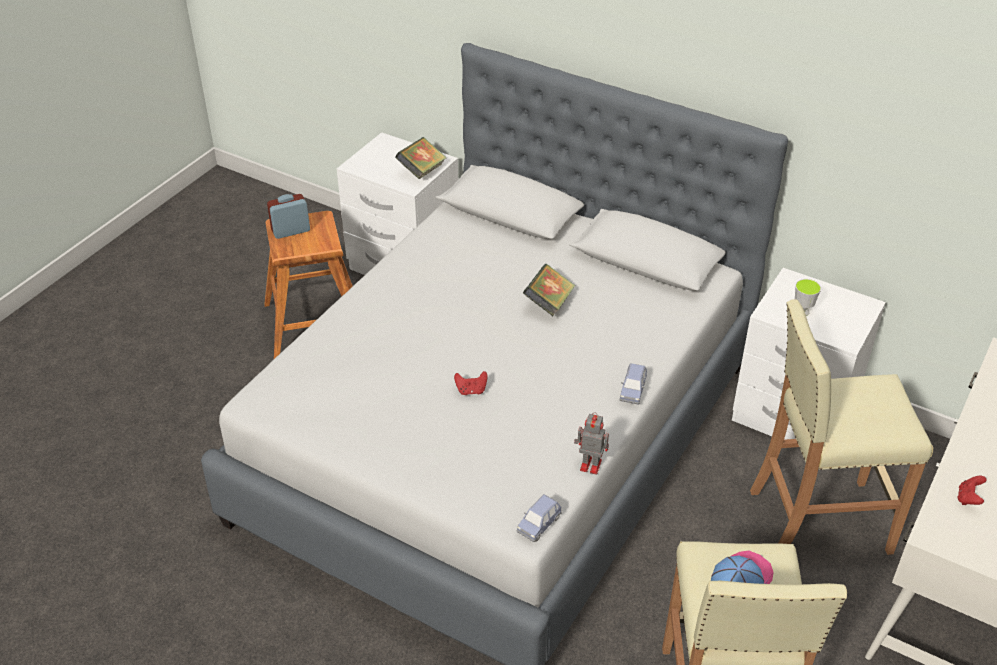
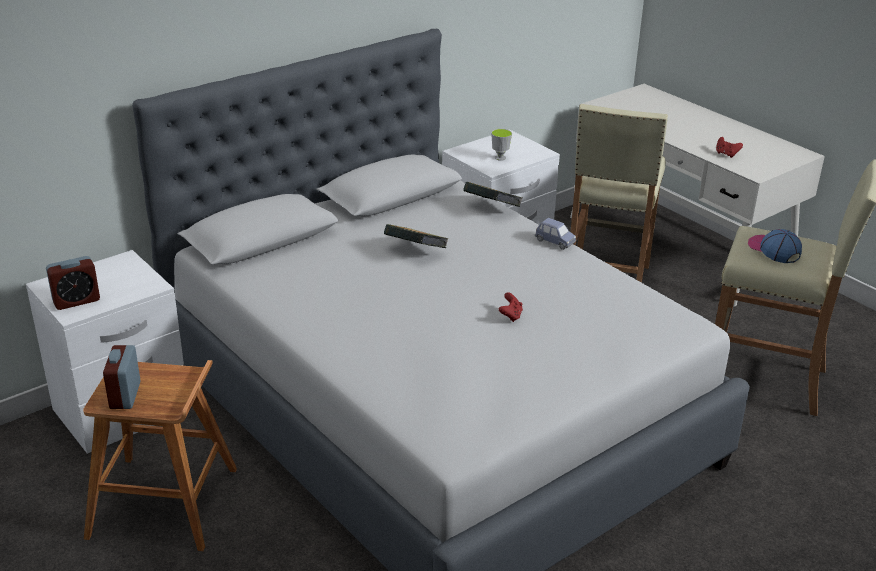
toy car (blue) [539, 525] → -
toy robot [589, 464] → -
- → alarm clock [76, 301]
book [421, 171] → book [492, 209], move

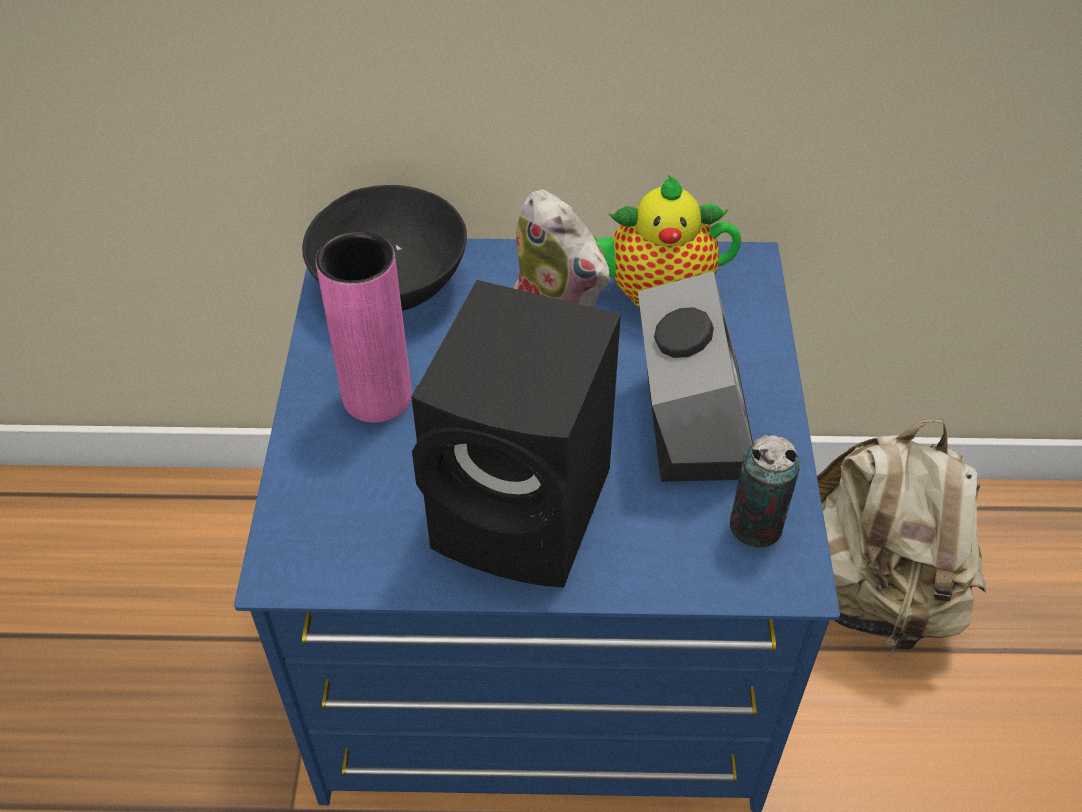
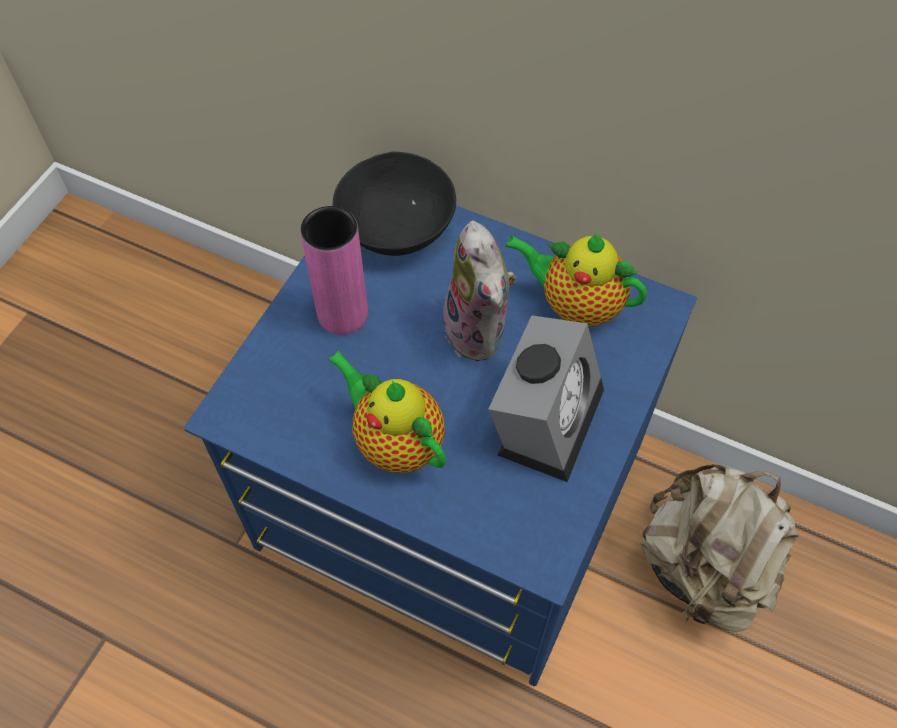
can [755, 526] → -
speaker (black) [528, 513] → teapot [395, 441]

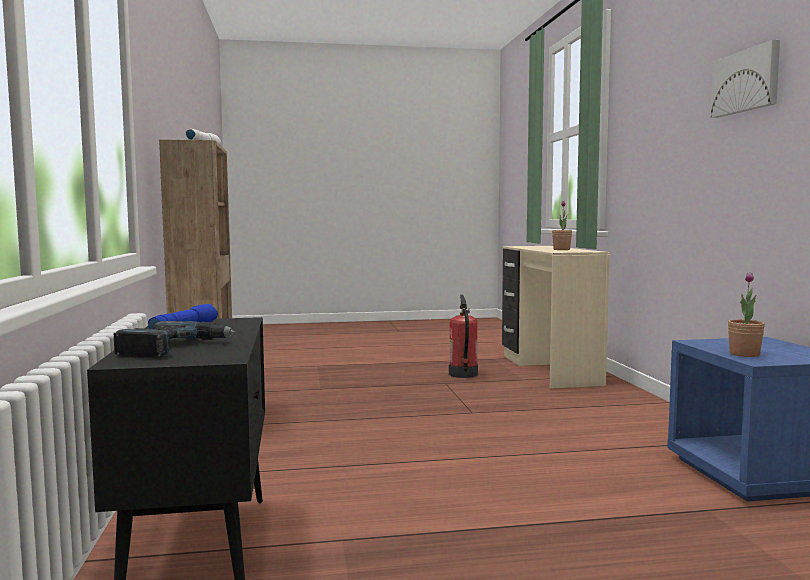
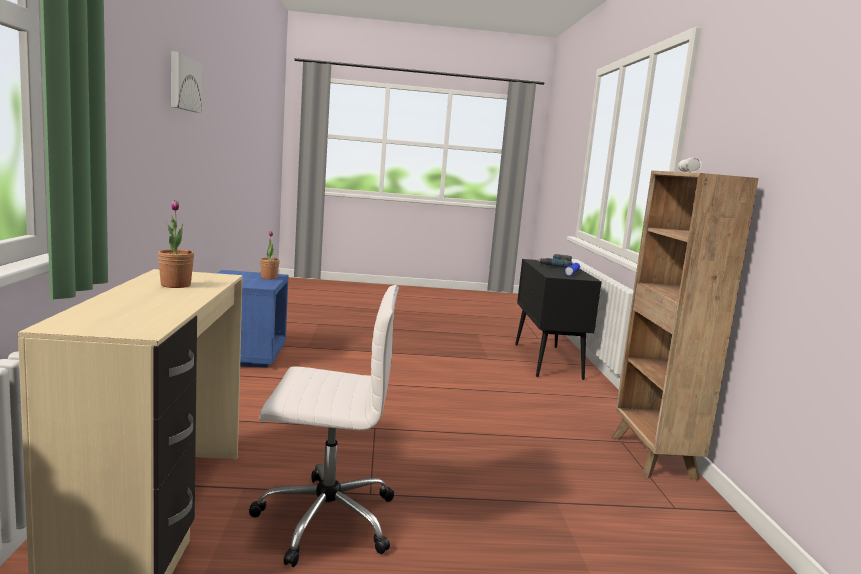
fire extinguisher [463, 374] → office chair (white) [324, 519]

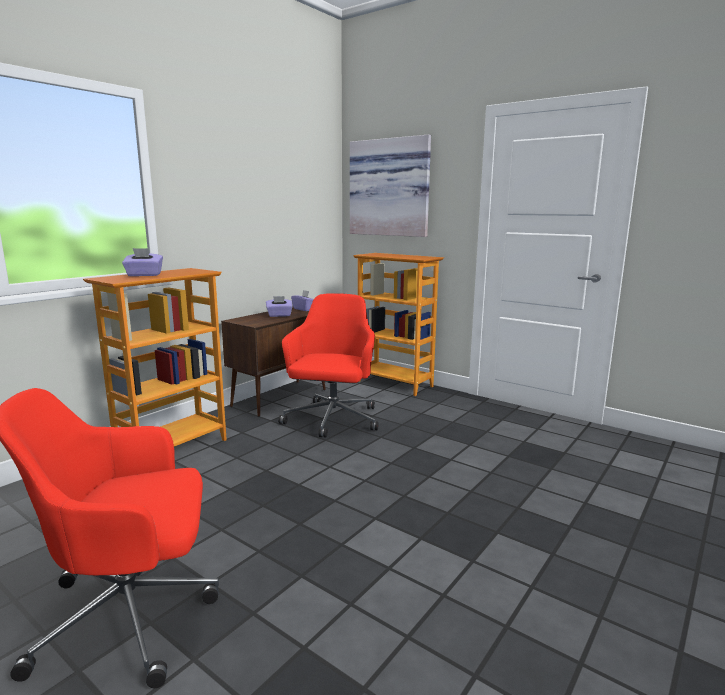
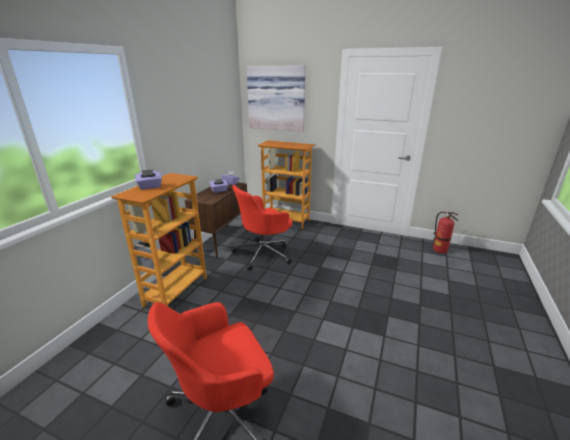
- → fire extinguisher [440, 250]
office chair (red) [332, 420] → office chair (red) [263, 253], 120 degrees counterclockwise

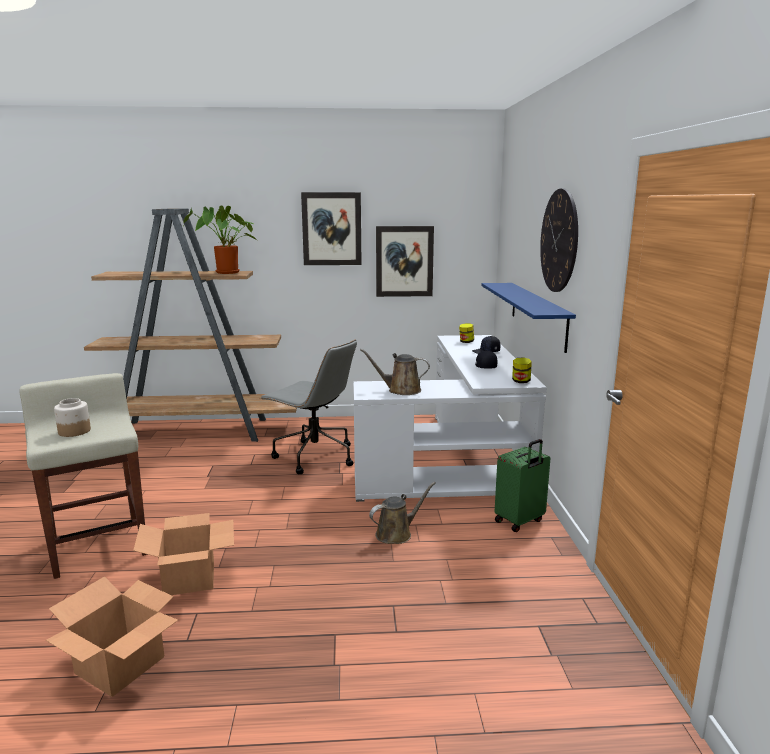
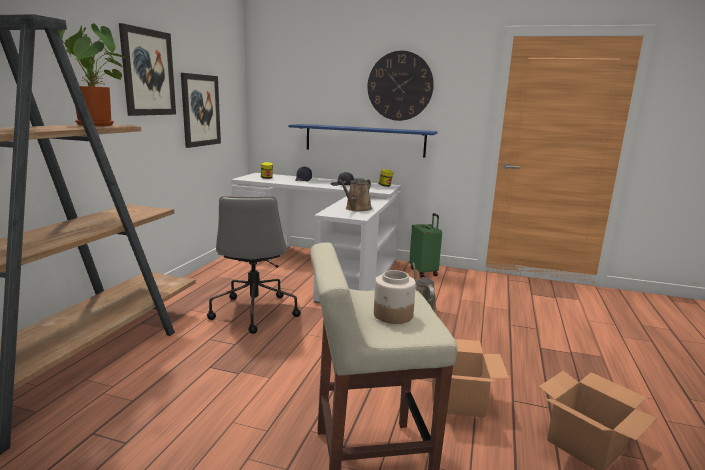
office chair (grey) [314, 456] → office chair (grey) [254, 311], 120 degrees clockwise

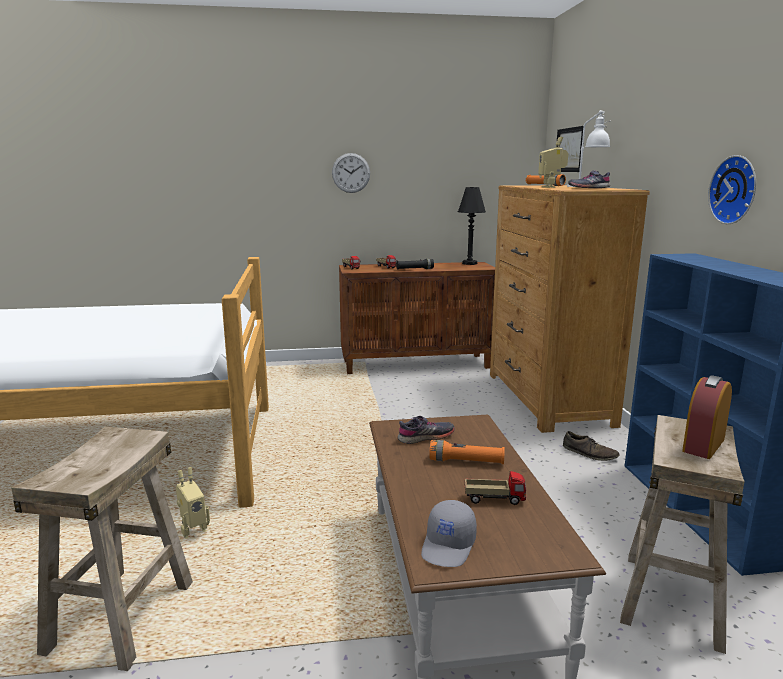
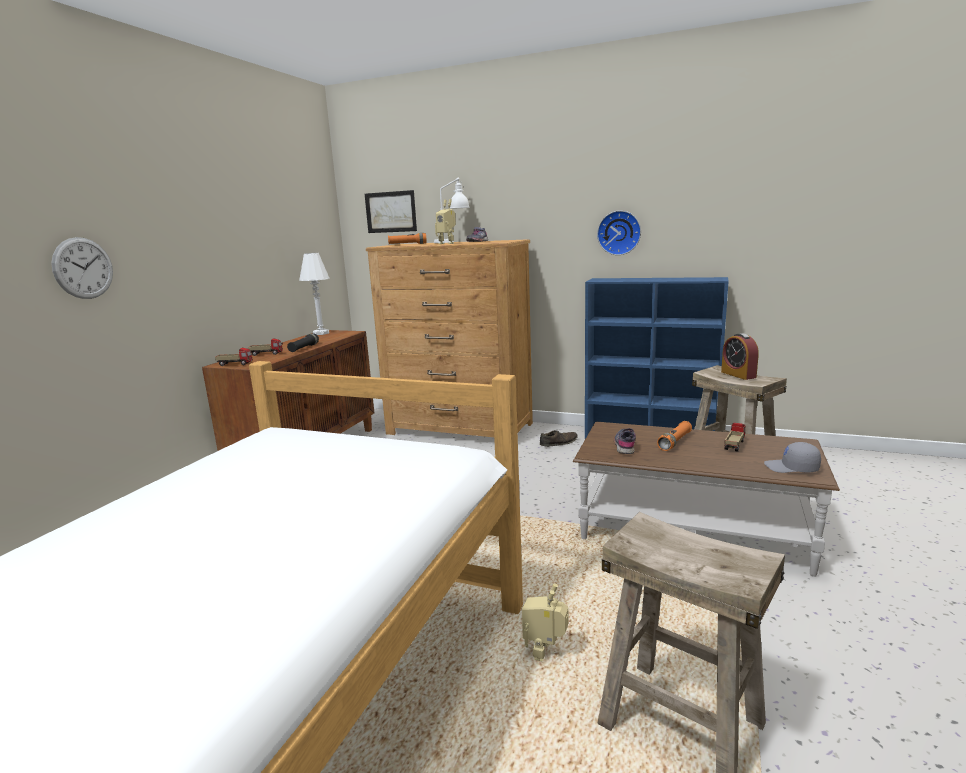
wall clock [351, 173] → wall clock [83, 268], move
table lamp (black) [469, 263] → table lamp (white) [321, 333]
toy robot [193, 533] → toy robot [546, 654], 150 degrees counterclockwise
cap (grey) [449, 546] → cap (grey) [791, 468], 150 degrees clockwise

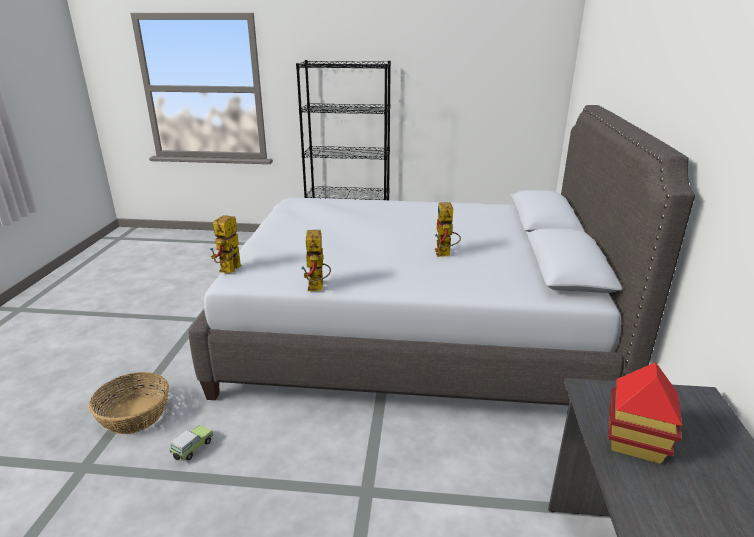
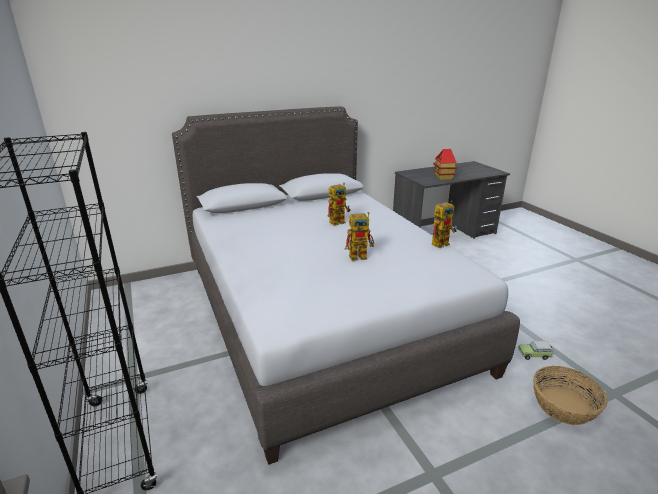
toy robot [229, 271] → toy robot [361, 256], move

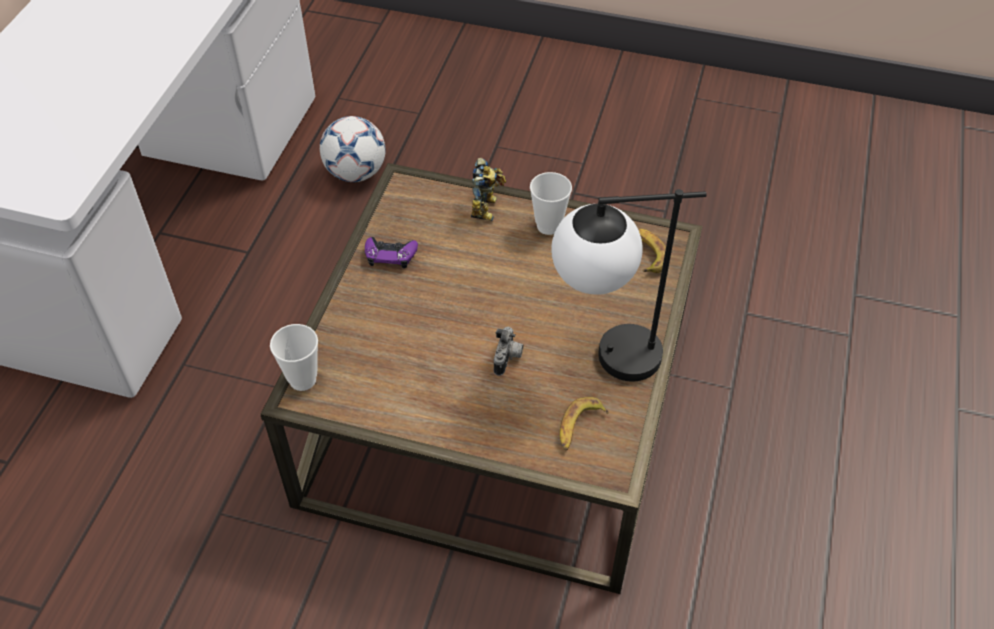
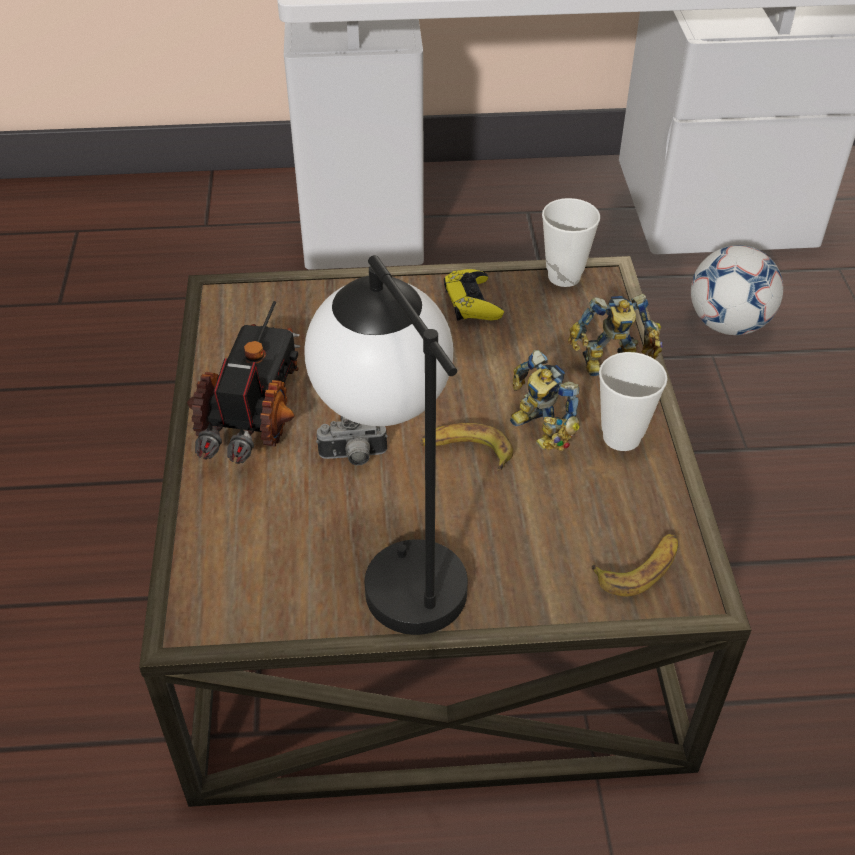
- → toy truck [254, 411]
- → toy robot [536, 432]
cup [302, 380] → cup [564, 276], move
banana [579, 427] → banana [466, 452], move
game controller (purple) [390, 255] → game controller (yellow) [472, 302]

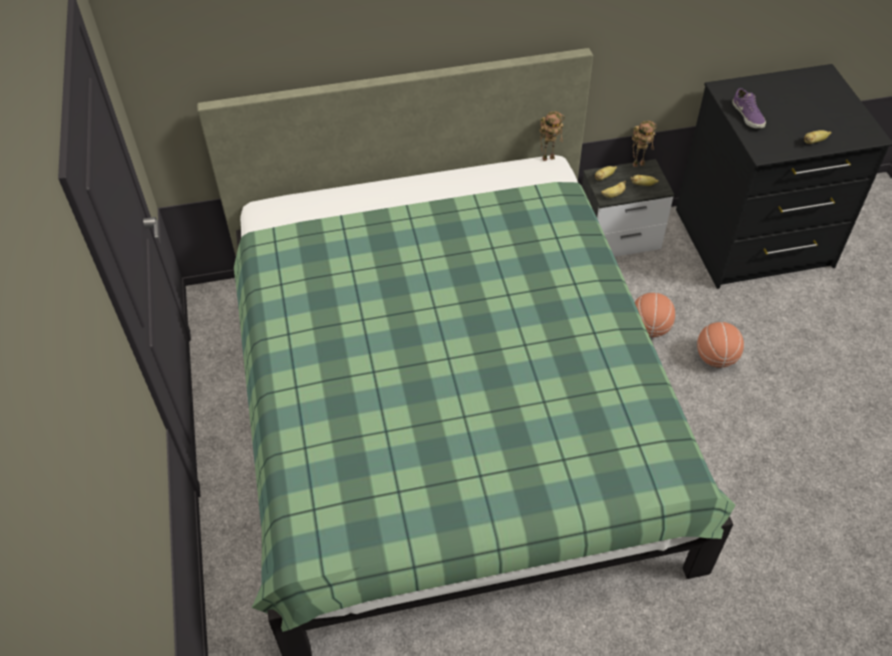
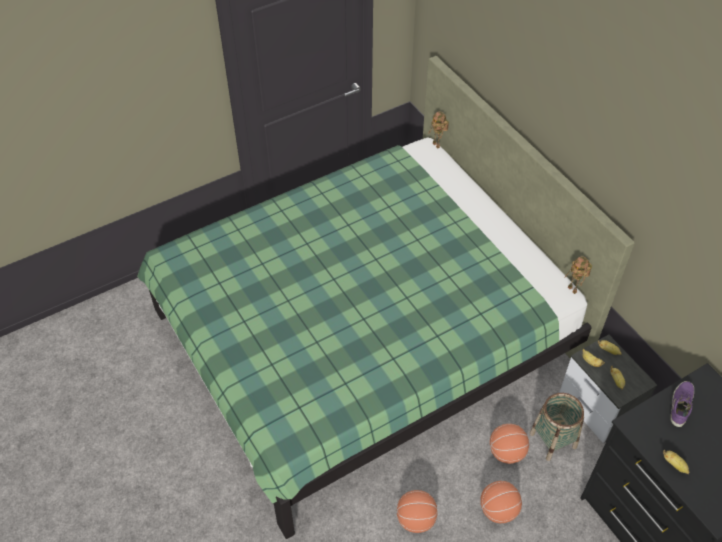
- → basketball [416, 519]
- → basket [553, 440]
toy robot [639, 163] → toy robot [437, 145], move
shoe (purple) [748, 115] → shoe (purple) [680, 405], 150 degrees clockwise

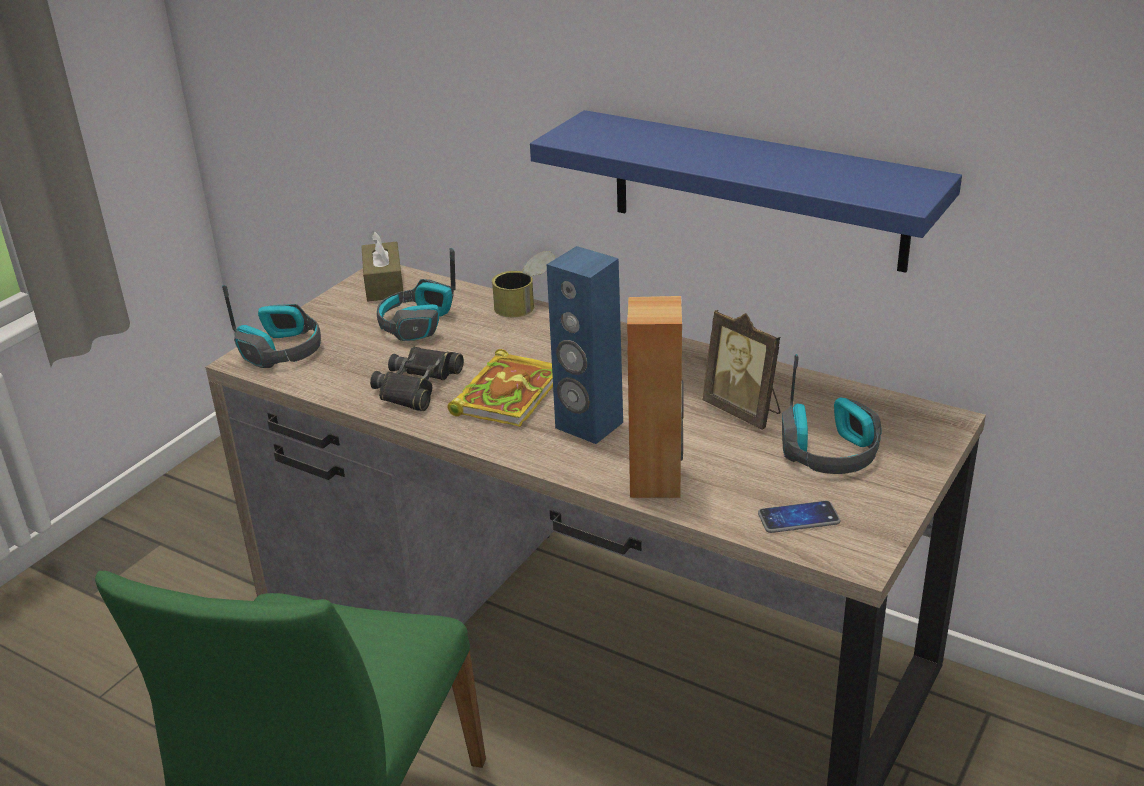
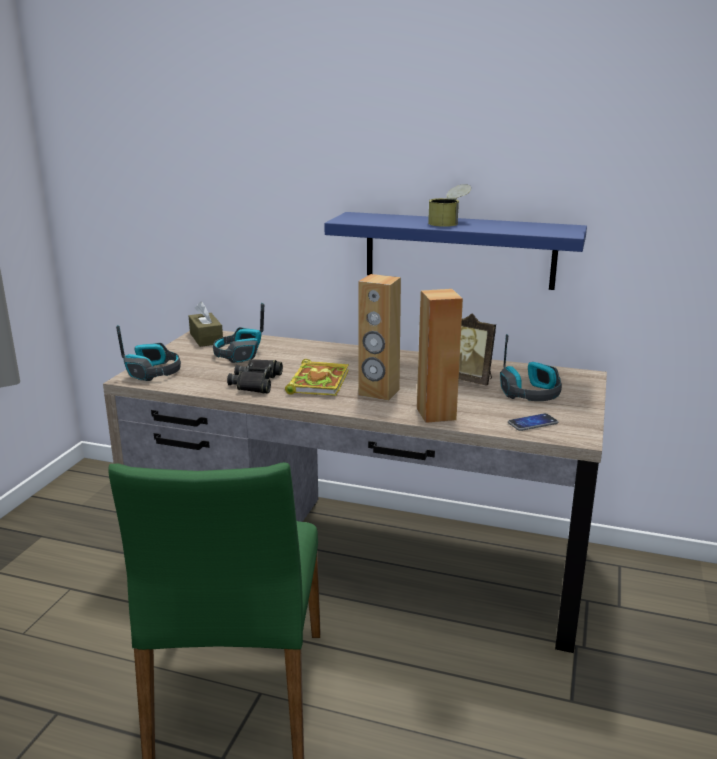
can [525, 304] → can [449, 222], move
speaker (blue) [588, 425] → speaker (brown) [378, 392]

